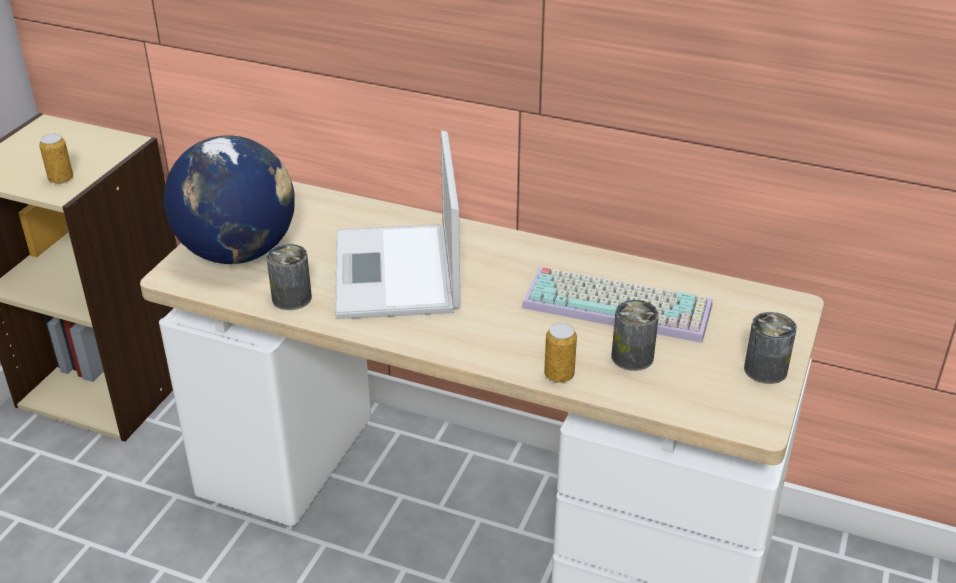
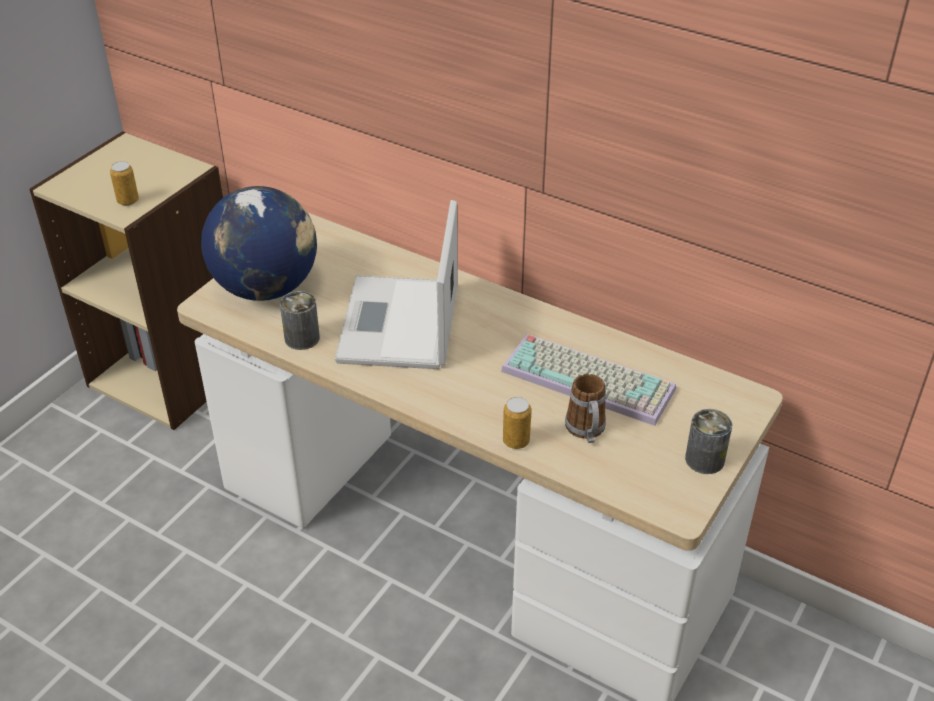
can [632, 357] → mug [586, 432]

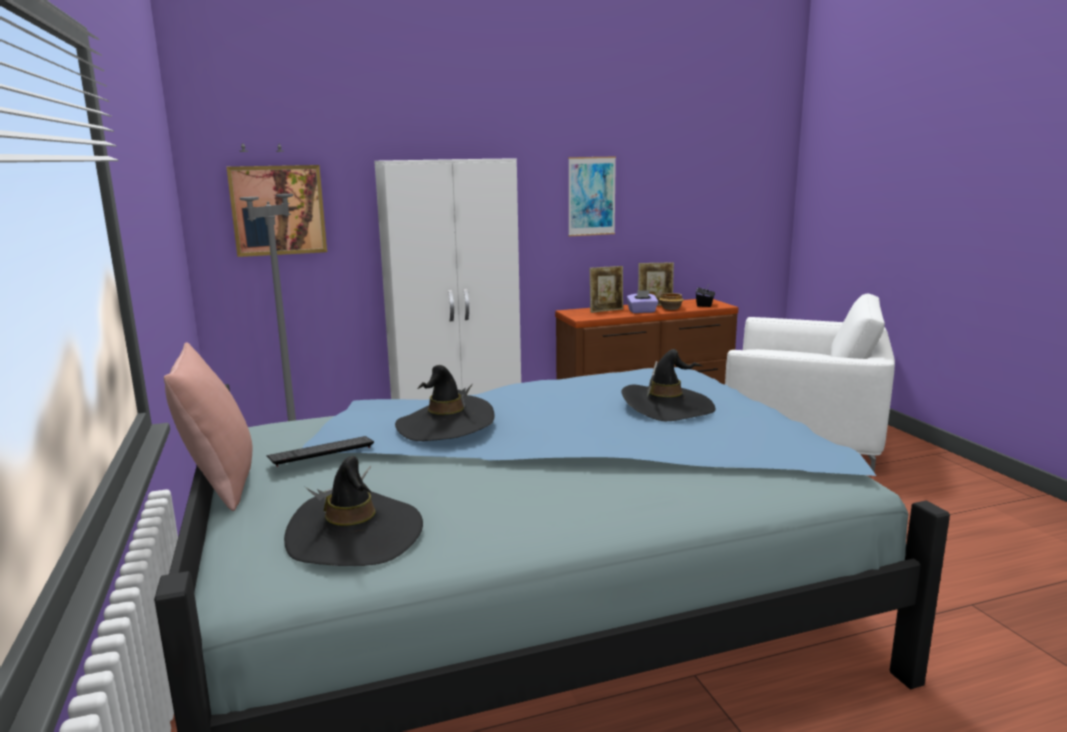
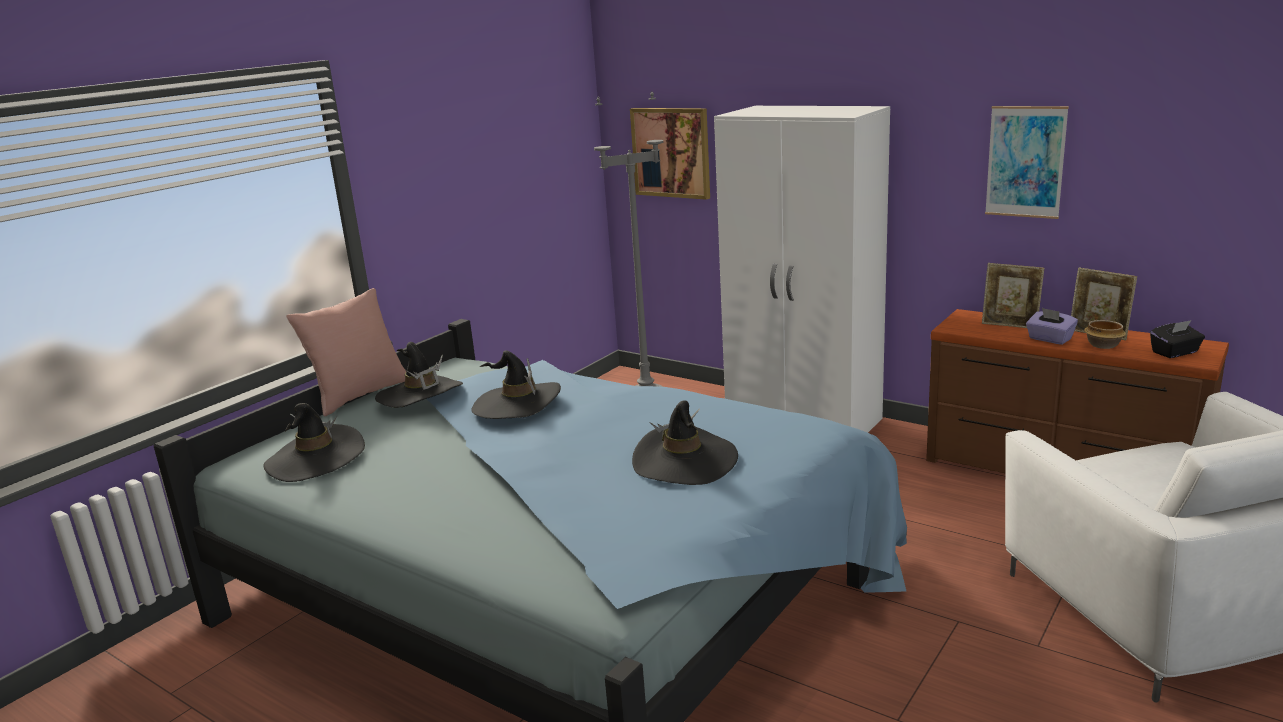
keyboard [321, 452] → hat (black) [420, 395]

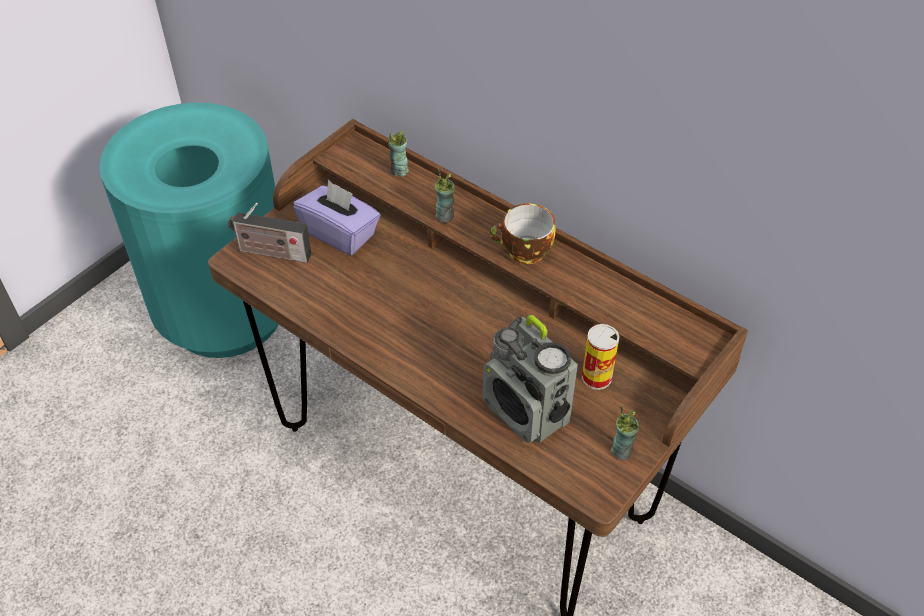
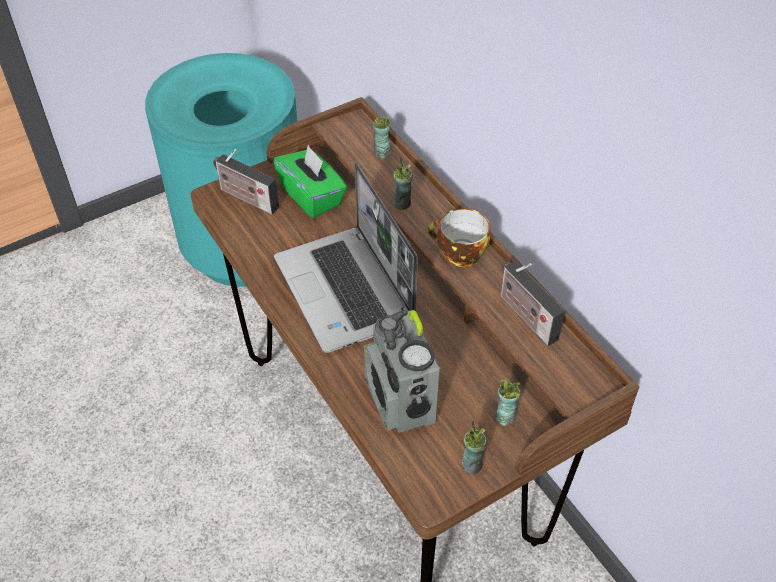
can [596, 377] → -
- → laptop [346, 291]
- → cup [505, 416]
- → radio [525, 315]
tissue box (purple) [340, 233] → tissue box (green) [312, 196]

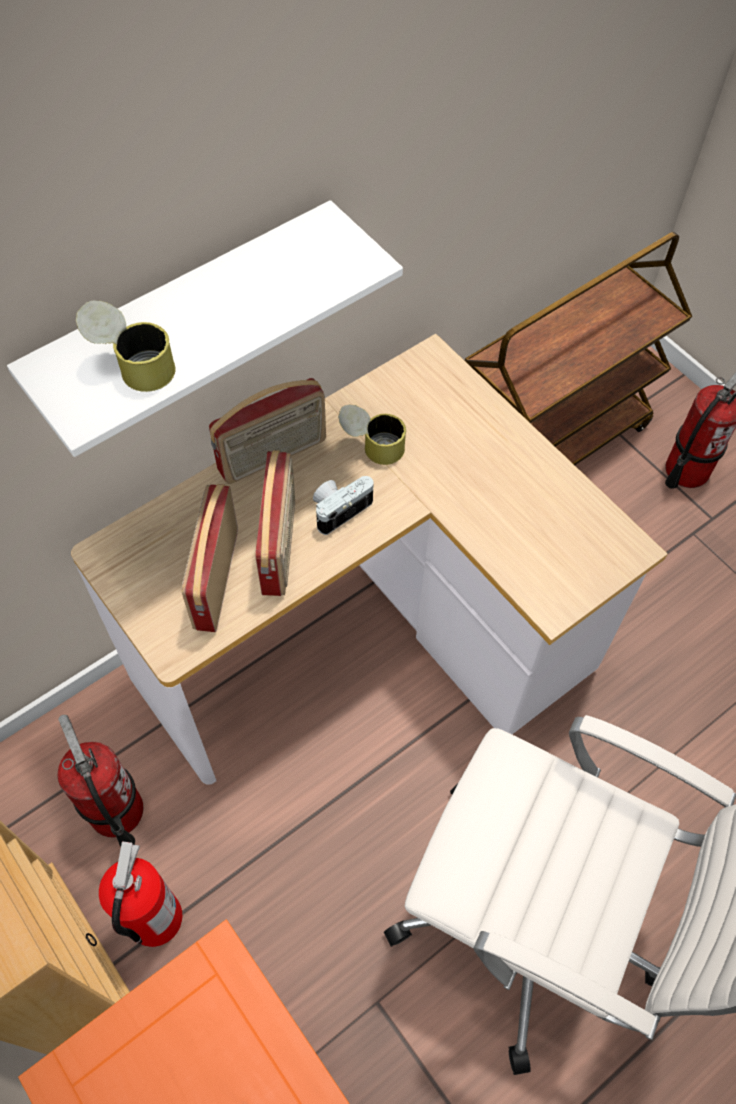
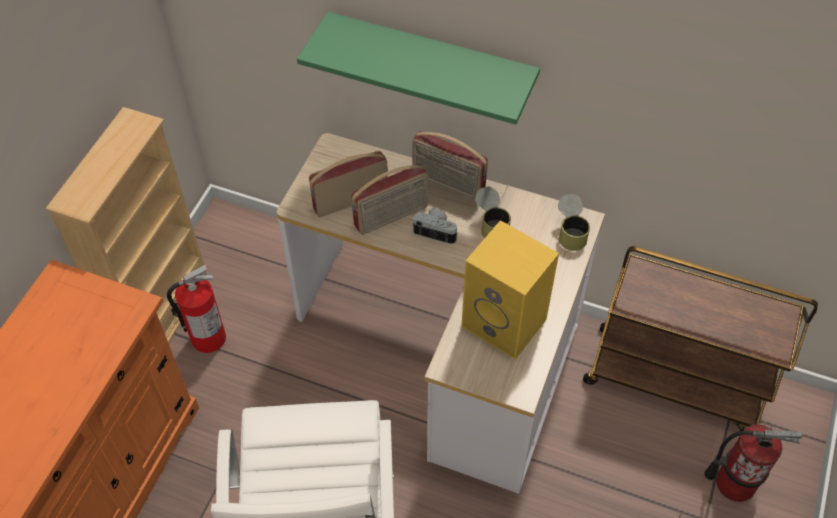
fire extinguisher [116, 812] → -
- → speaker (yellow) [506, 322]
can [133, 365] → can [570, 232], move
shelf (white) [186, 317] → shelf (green) [431, 64]

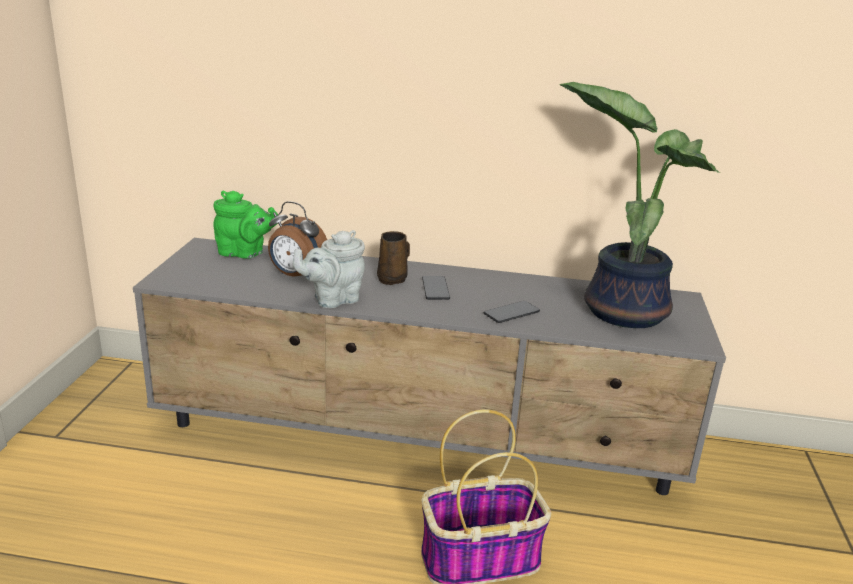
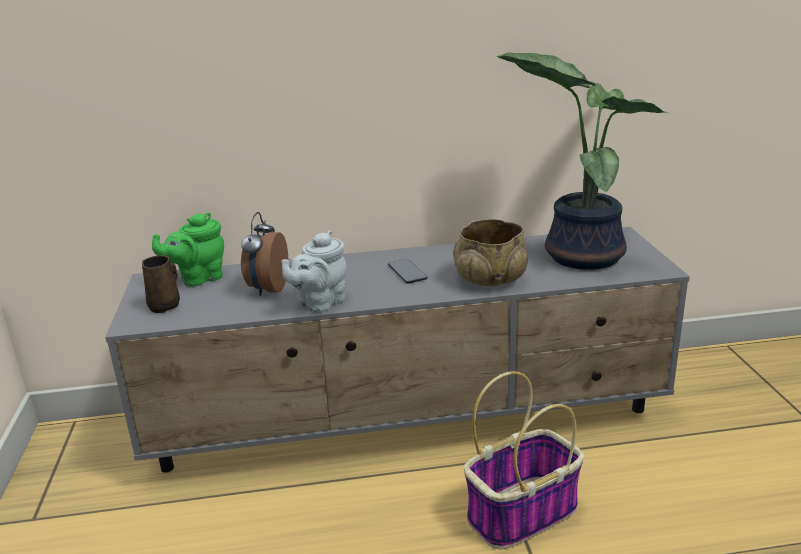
mug (brown) [393, 279] → mug (brown) [165, 305], move
phone [511, 313] → bowl (beige) [490, 279]
teapot (green) [244, 253] → teapot (green) [198, 278], 150 degrees clockwise
alarm clock [296, 276] → alarm clock [267, 289], 90 degrees clockwise

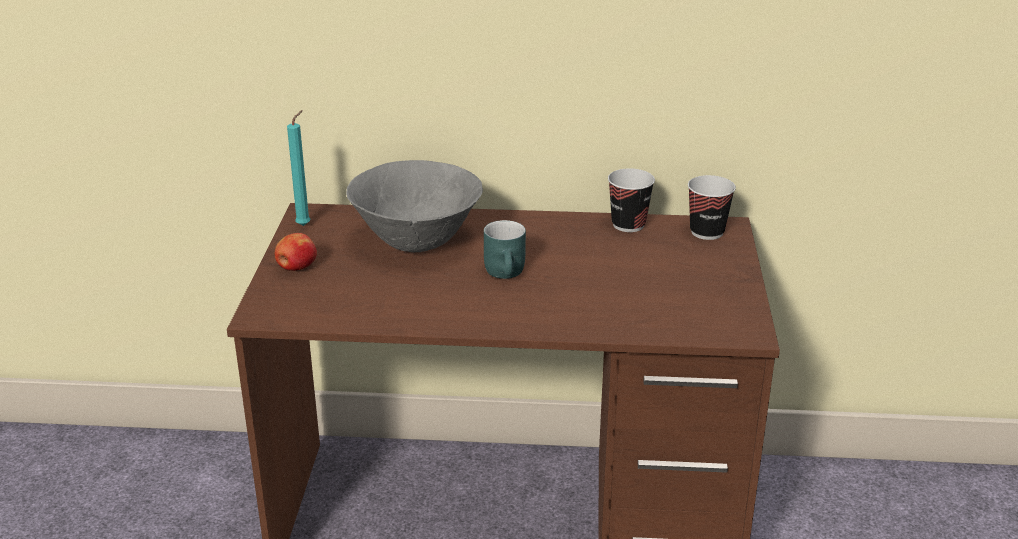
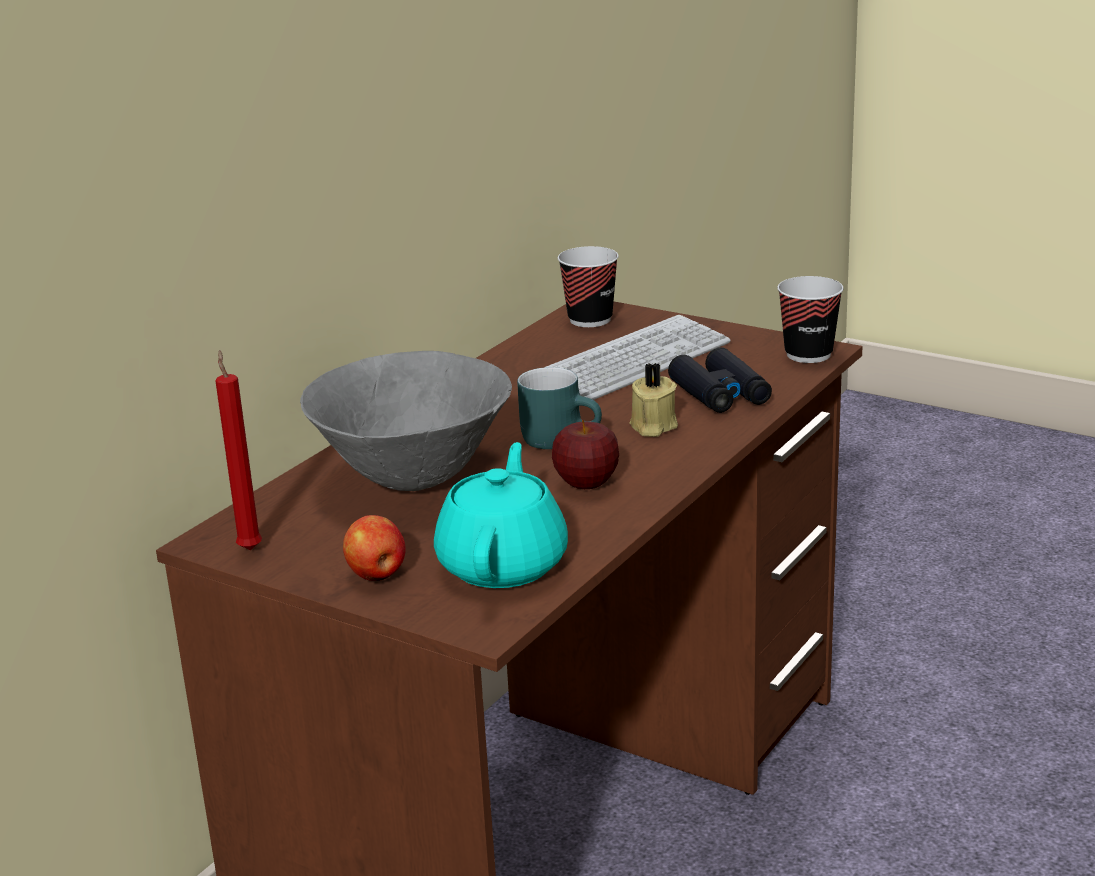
- → teapot (turquoise) [504, 564]
- → keyboard [633, 363]
- → apple [587, 483]
- → candle (beige) [652, 426]
- → binoculars (black) [720, 394]
cup [628, 224] → cup [808, 354], move
candle (turquoise) [305, 225] → candle (red) [249, 548]

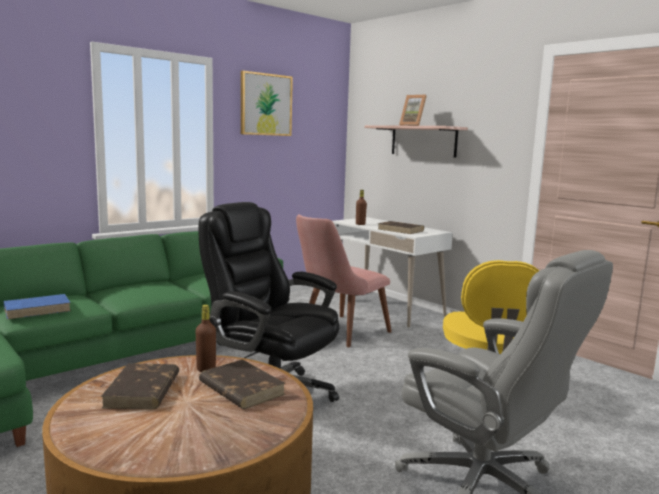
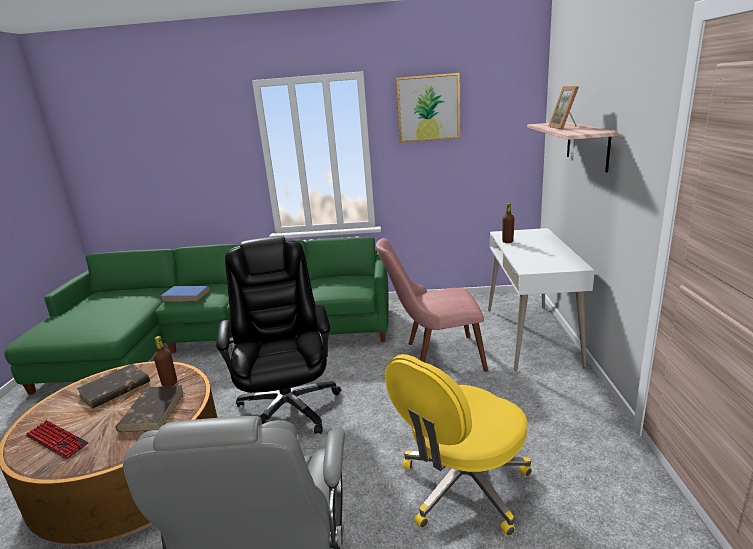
book (brown) [401, 230] → -
- → keyboard [57, 440]

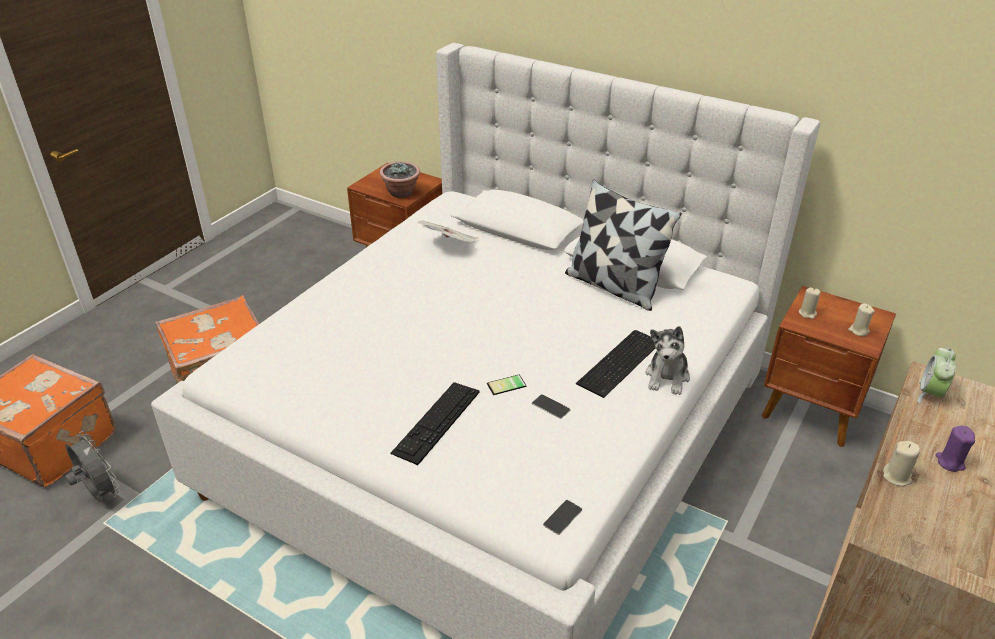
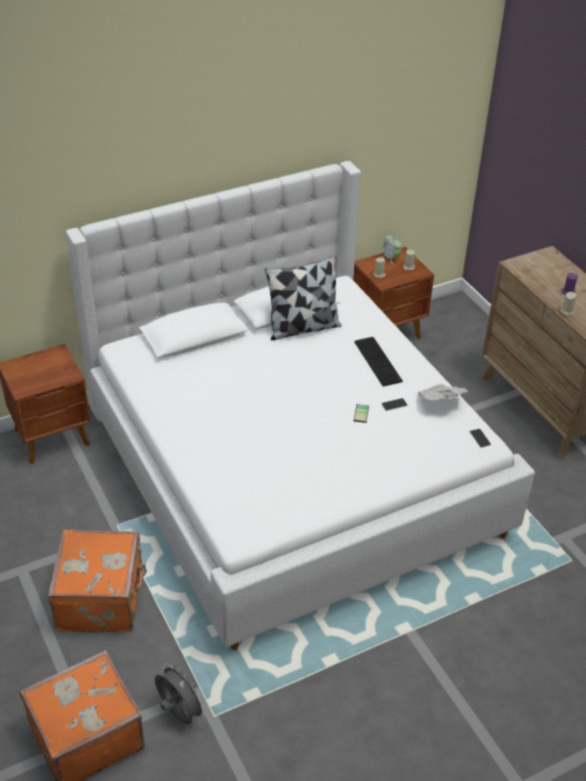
potted plant [401, 193] → -
keyboard [436, 421] → -
plush toy [667, 377] → -
newspaper [450, 246] → newspaper [440, 401], move
alarm clock [930, 394] → alarm clock [391, 258], move
fan (grey) [100, 494] → fan (grey) [179, 713], 60 degrees clockwise

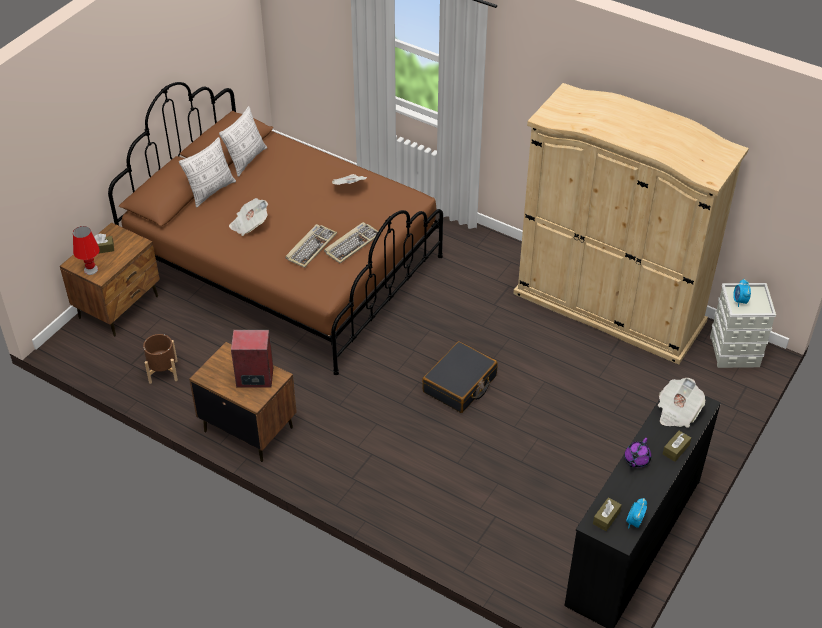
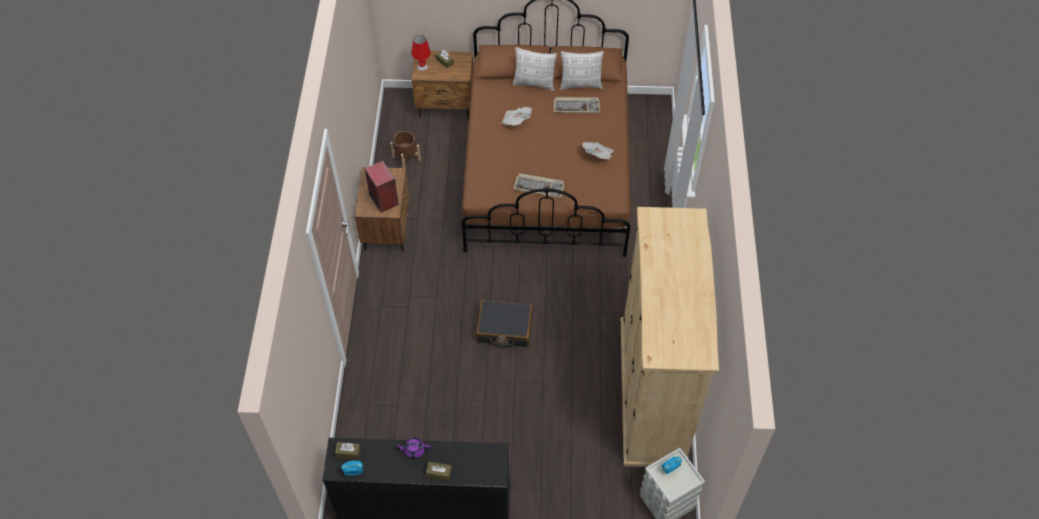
newspaper [677, 412] → -
keyboard [311, 247] → keyboard [576, 106], move

